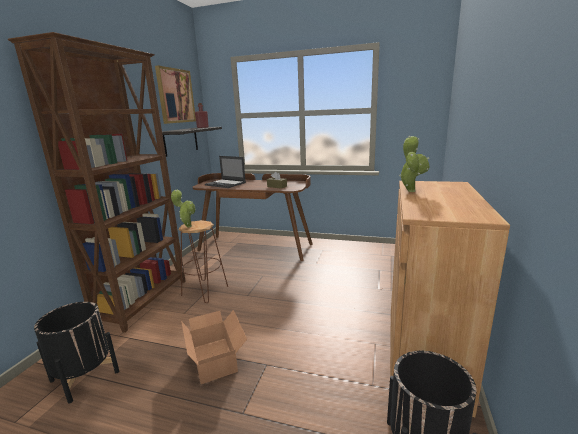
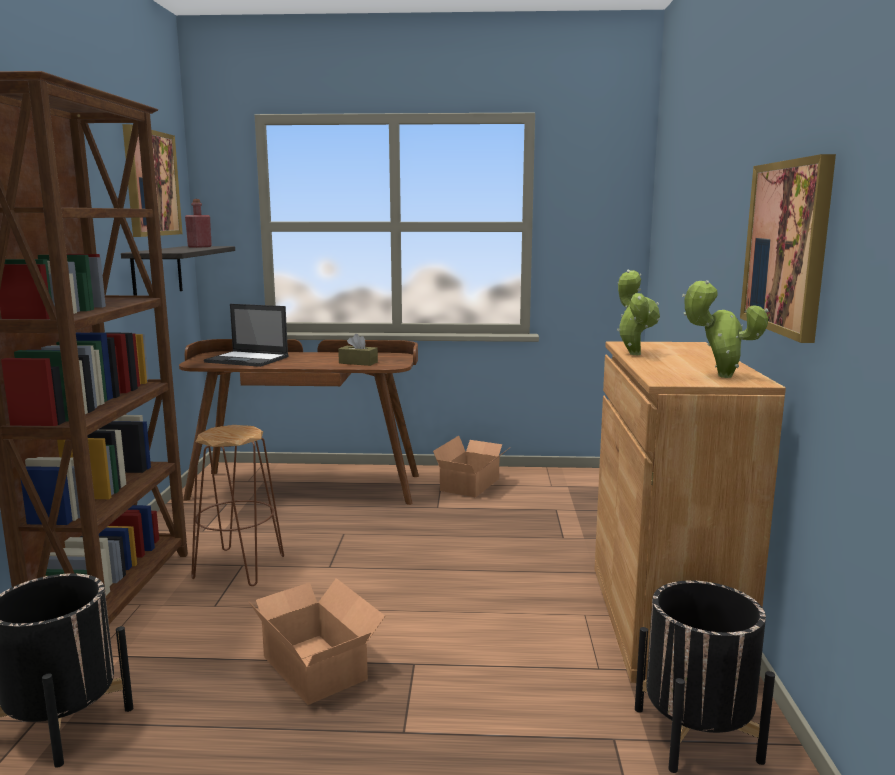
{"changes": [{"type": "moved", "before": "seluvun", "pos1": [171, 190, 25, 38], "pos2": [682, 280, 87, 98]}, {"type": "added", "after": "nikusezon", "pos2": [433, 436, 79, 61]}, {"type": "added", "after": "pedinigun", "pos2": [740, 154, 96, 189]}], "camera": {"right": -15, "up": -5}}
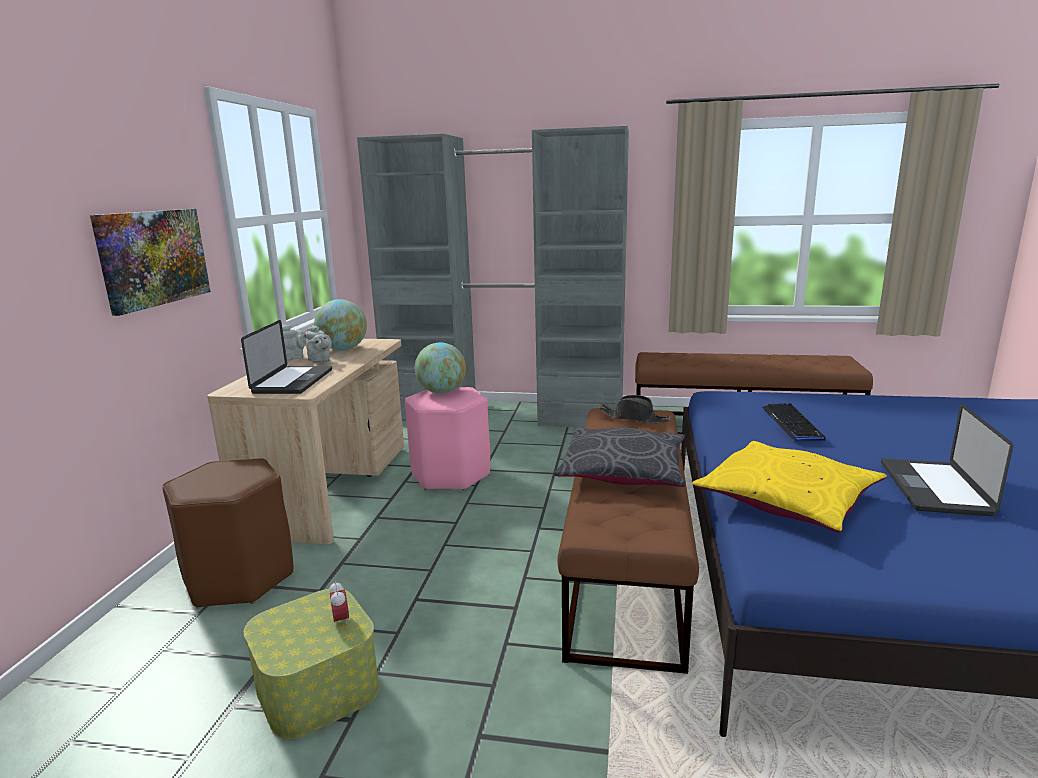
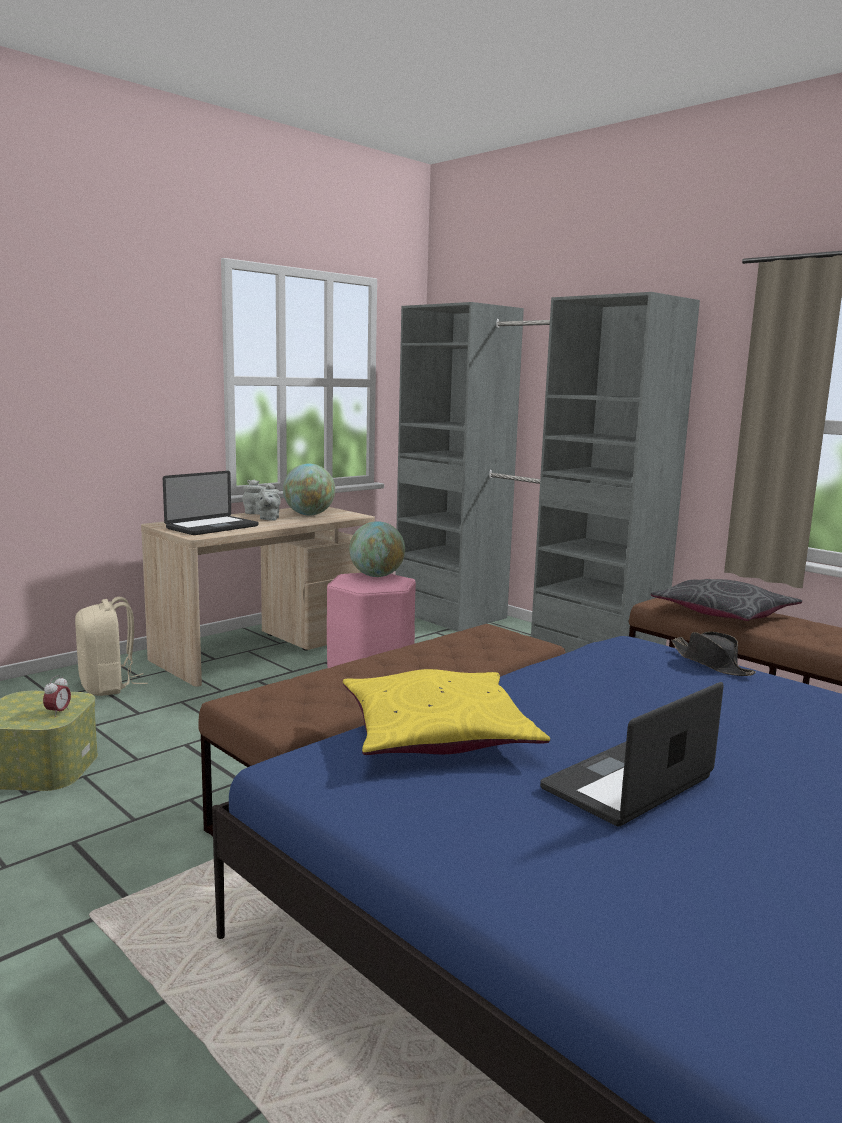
{"changes": [{"type": "removed", "before": "pedinigun", "pos1": [90, 209, 121, 107]}, {"type": "replaced", "before": "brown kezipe", "after": "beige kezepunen", "pos1": [163, 458, 131, 151], "pos2": [75, 597, 73, 99]}, {"type": "moved", "before": "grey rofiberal", "pos1": [554, 427, 132, 60], "pos2": [651, 579, 151, 42]}, {"type": "moved", "before": "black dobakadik", "pos1": [599, 395, 72, 28], "pos2": [671, 631, 85, 45]}, {"type": "removed", "before": "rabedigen", "pos1": [762, 403, 64, 38]}], "camera": {"right": 35, "up": -5}}
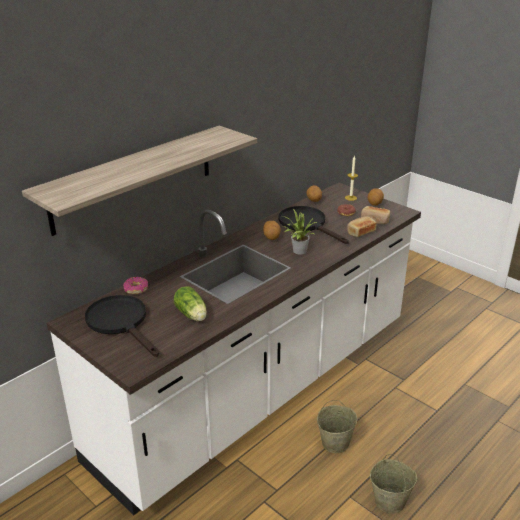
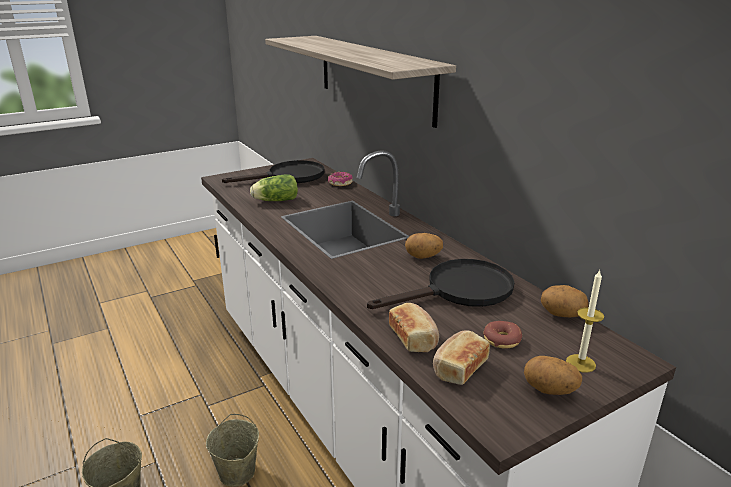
{"changes": [{"type": "removed", "before": "seluvun", "pos1": [282, 209, 35, 46]}], "camera": {"right": 105, "up": -5}}
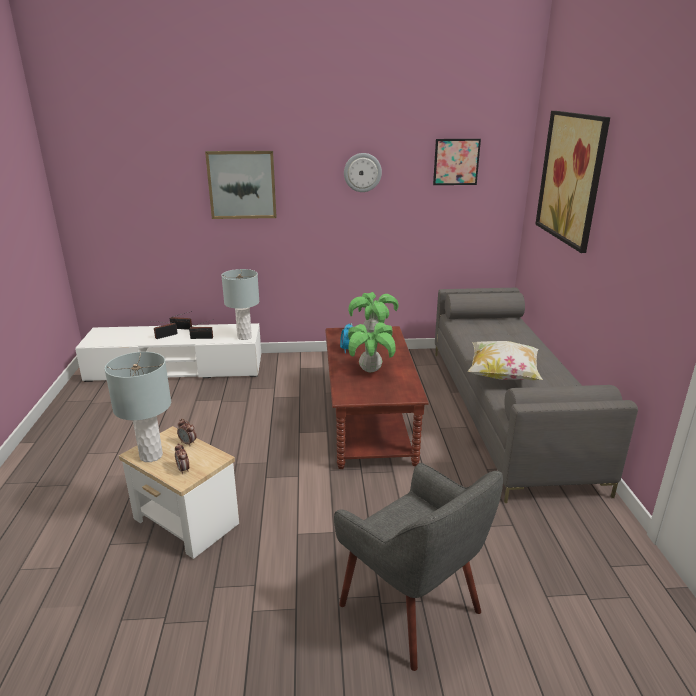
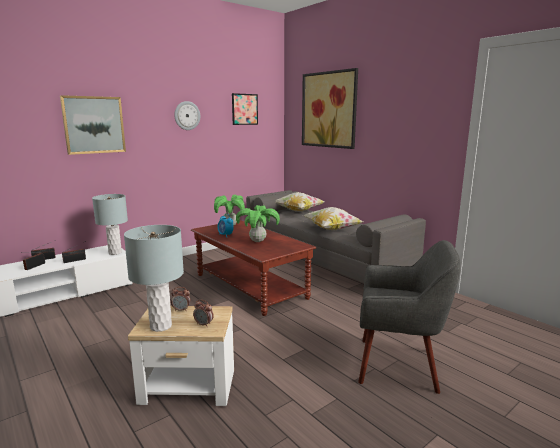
{"changes": [{"type": "added", "after": "rofiberal", "pos2": [276, 192, 48, 20]}], "camera": {"right": -35, "up": -10}}
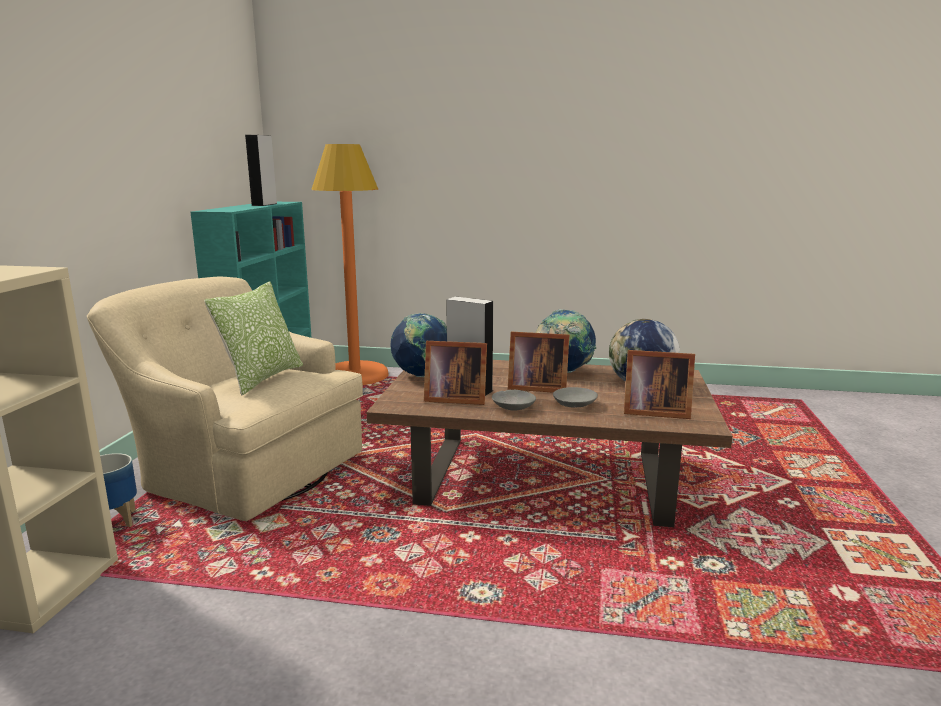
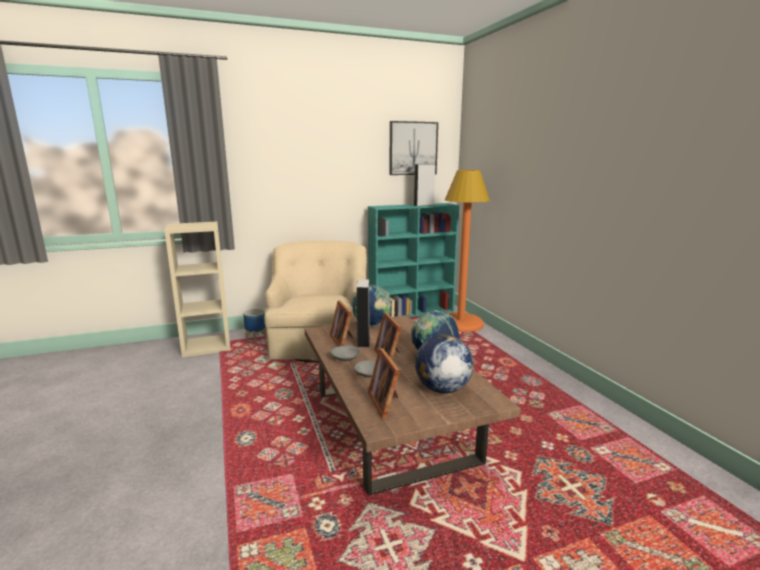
{"changes": [{"type": "removed", "before": "rofiberal", "pos1": [204, 282, 99, 113]}, {"type": "added", "after": "pedinigun", "pos2": [389, 121, 49, 54]}], "camera": {"right": 60, "up": 0}}
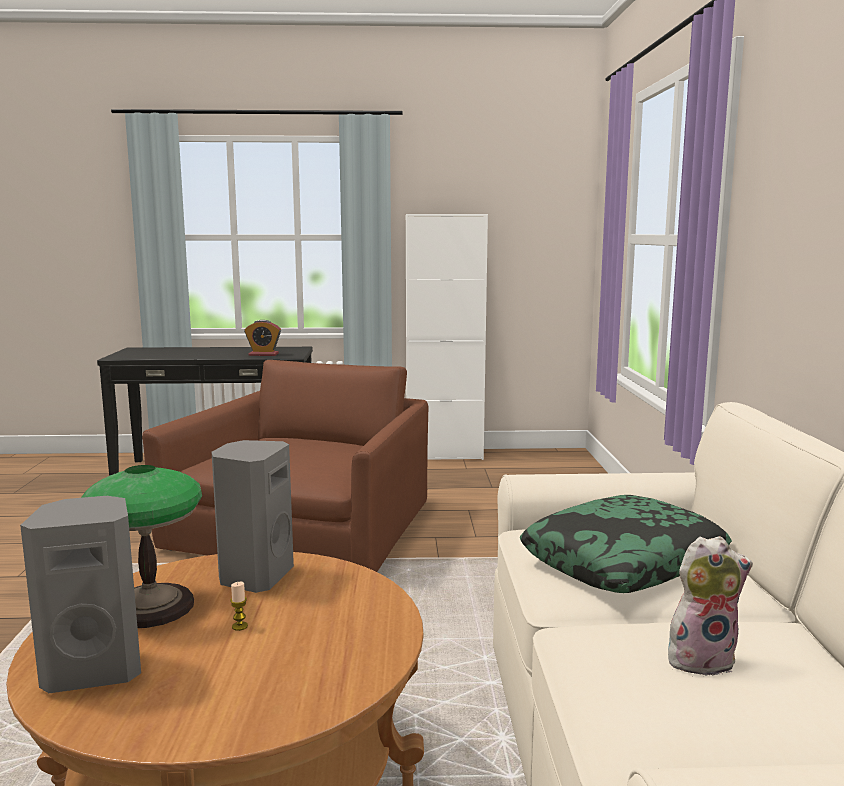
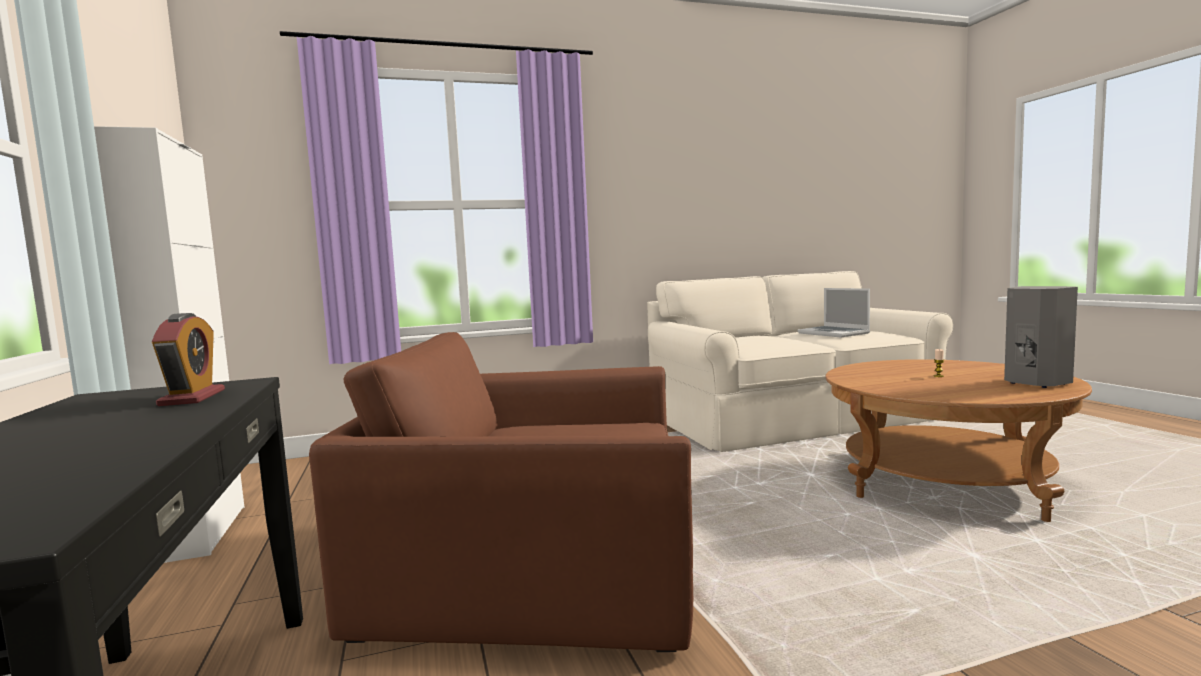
{"changes": [{"type": "removed", "before": "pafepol", "pos1": [81, 465, 121, 163]}, {"type": "removed", "before": "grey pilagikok", "pos1": [212, 440, 82, 153]}, {"type": "removed", "before": "rofiberal", "pos1": [520, 495, 212, 98]}, {"type": "replaced", "before": "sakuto", "after": "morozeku", "pos1": [668, 536, 85, 141], "pos2": [797, 288, 73, 49]}], "camera": {"right": -105, "up": -5}}
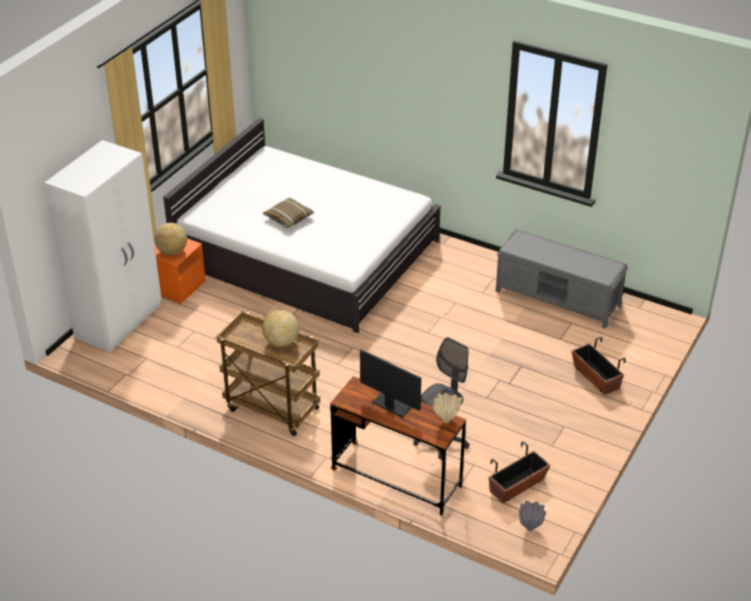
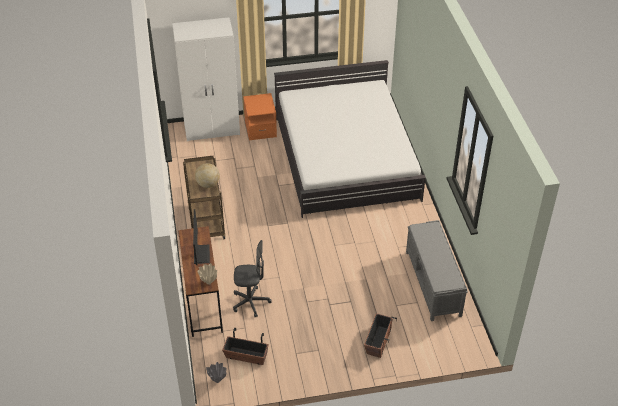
{"changes": [{"type": "removed", "before": "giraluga", "pos1": [154, 223, 33, 32]}, {"type": "removed", "before": "rofiberal", "pos1": [263, 198, 51, 30]}], "camera": {"right": 50, "up": 5}}
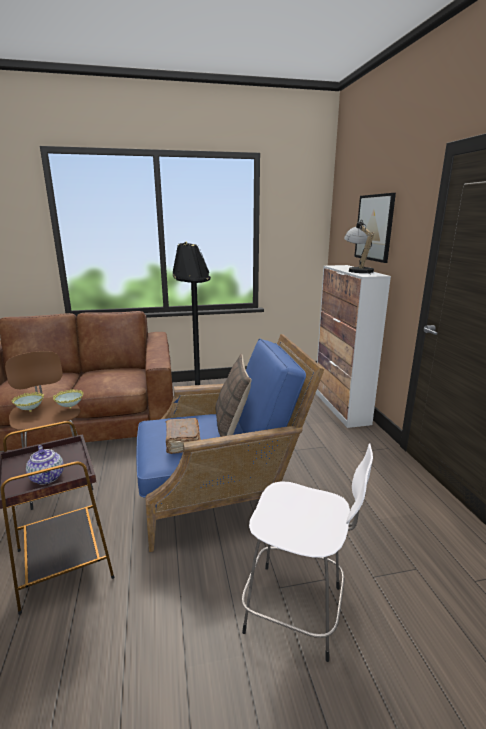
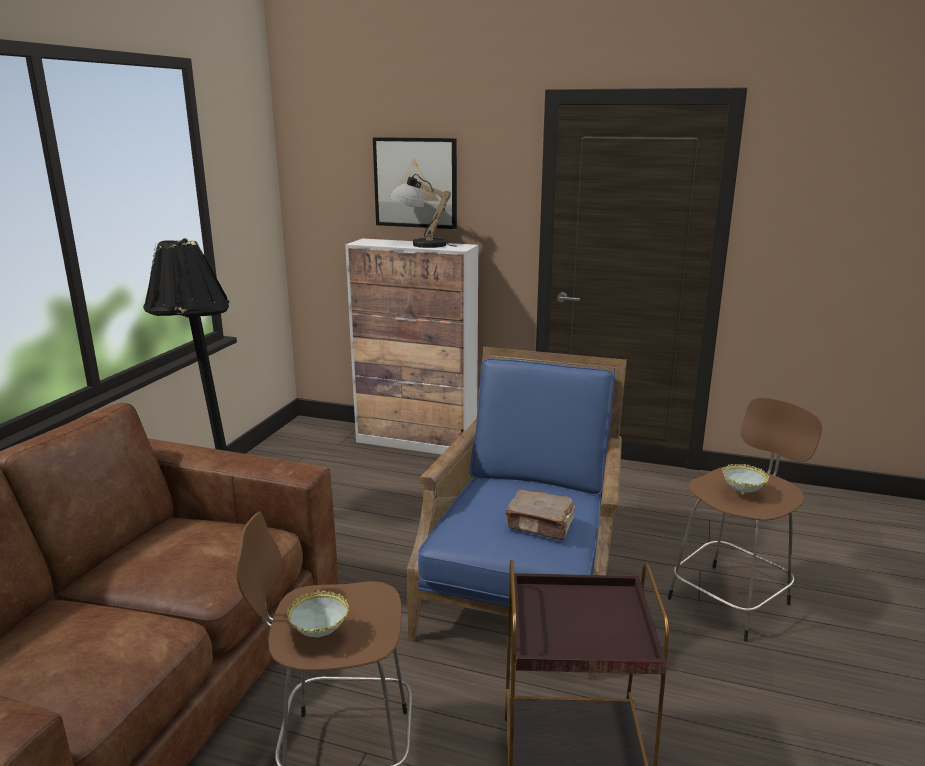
{"changes": [{"type": "removed", "before": "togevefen", "pos1": [26, 445, 38, 40]}, {"type": "moved", "before": "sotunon", "pos1": [53, 389, 30, 20], "pos2": [722, 464, 47, 31]}, {"type": "removed", "before": "rofiberal", "pos1": [216, 354, 35, 83]}, {"type": "recoloured", "before": "white kezipe", "after": "brown kezipe", "pos1": [242, 443, 131, 219], "pos2": [668, 398, 154, 244]}], "camera": {"right": -60, "up": 0}}
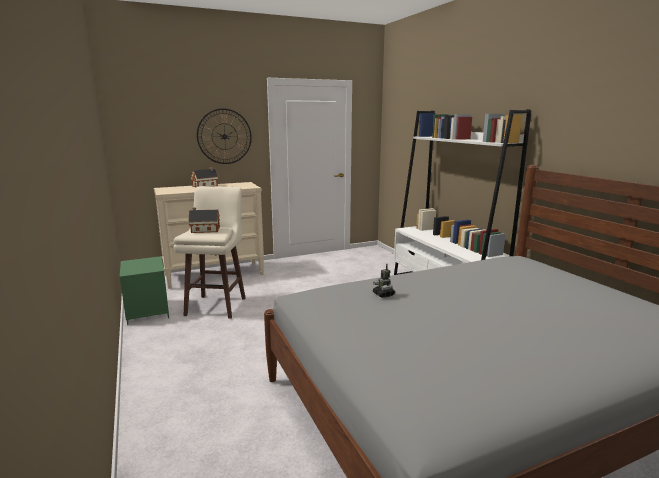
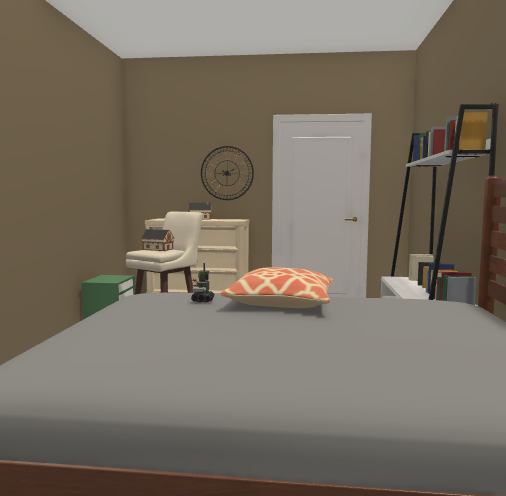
{"changes": [{"type": "added", "after": "rofiberal", "pos2": [220, 267, 113, 41]}], "camera": {"right": 30, "up": -10}}
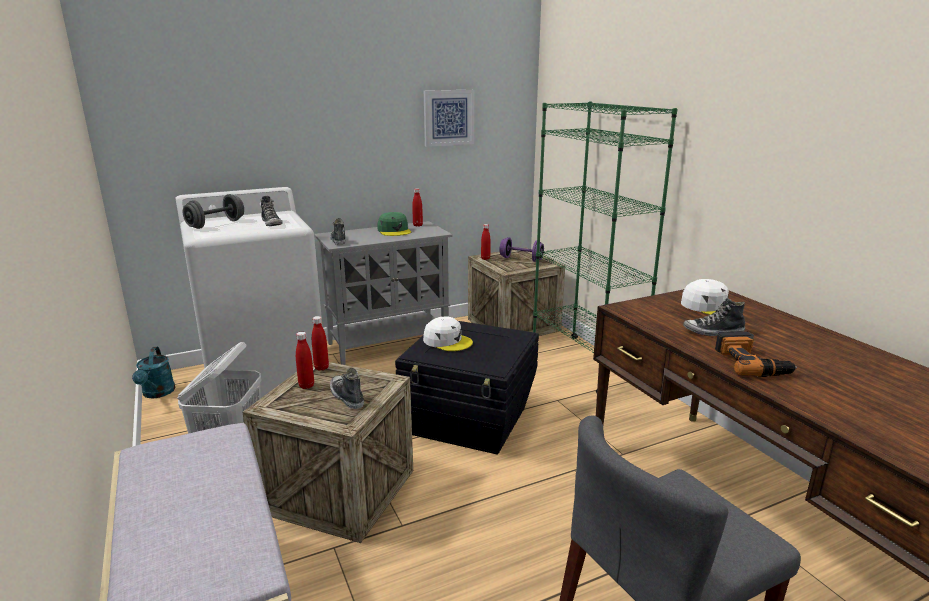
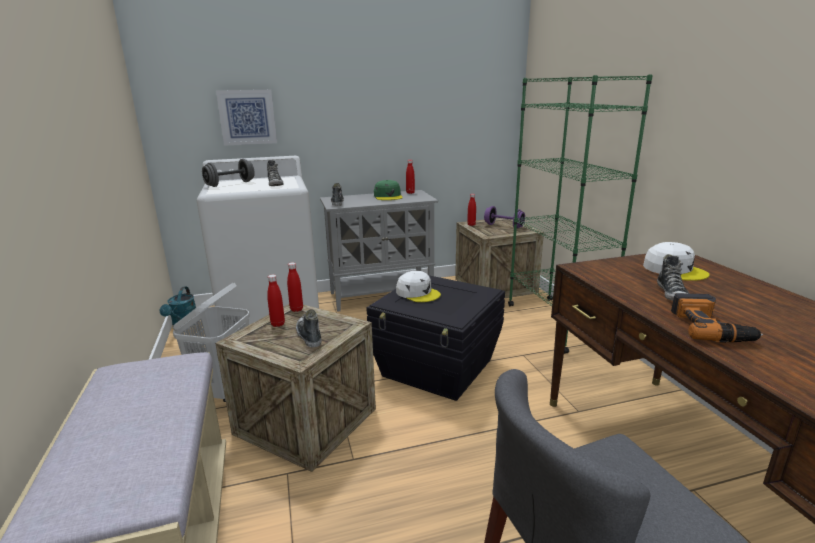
{"changes": [{"type": "moved", "before": "pedinigun", "pos1": [424, 90, 50, 57], "pos2": [216, 90, 61, 56]}, {"type": "turned", "before": "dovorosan", "pos1": [683, 297, 62, 39], "pos2": [657, 254, 33, 47], "turn": -90}], "camera": {"right": 10, "up": 0}}
